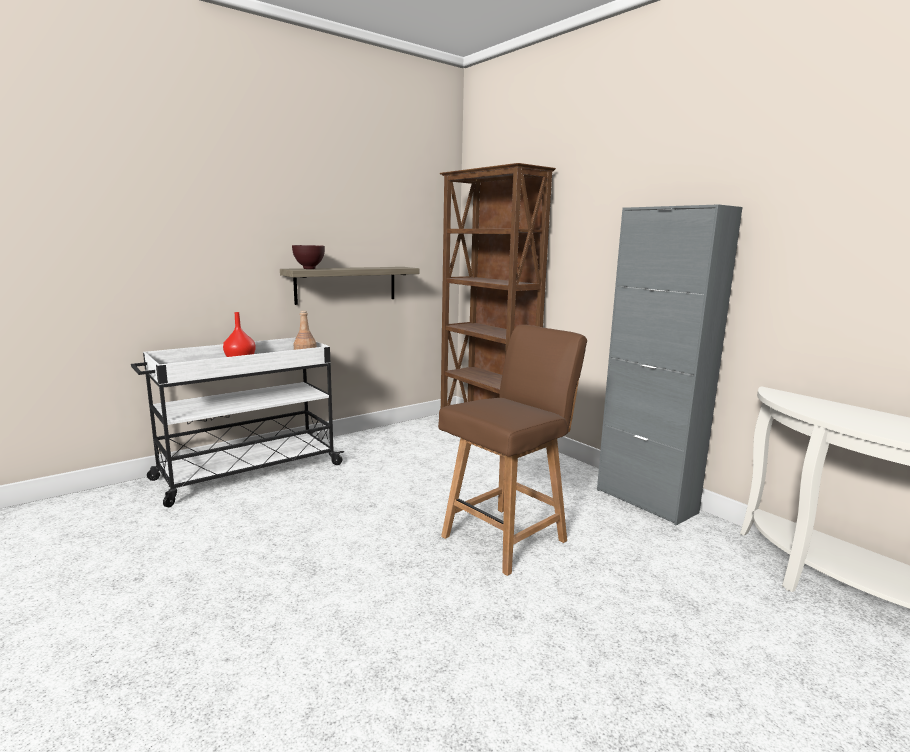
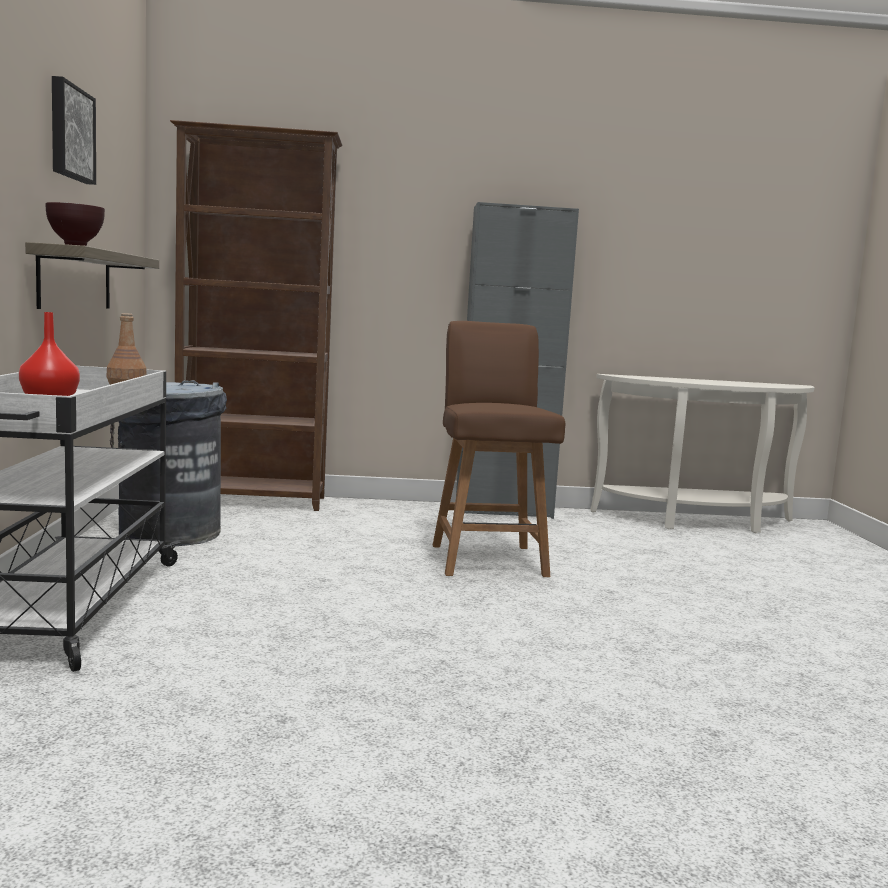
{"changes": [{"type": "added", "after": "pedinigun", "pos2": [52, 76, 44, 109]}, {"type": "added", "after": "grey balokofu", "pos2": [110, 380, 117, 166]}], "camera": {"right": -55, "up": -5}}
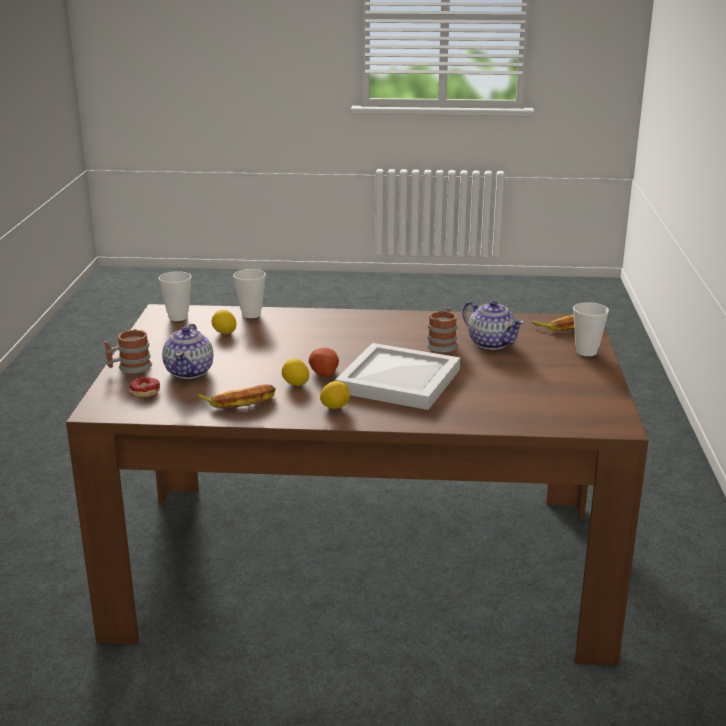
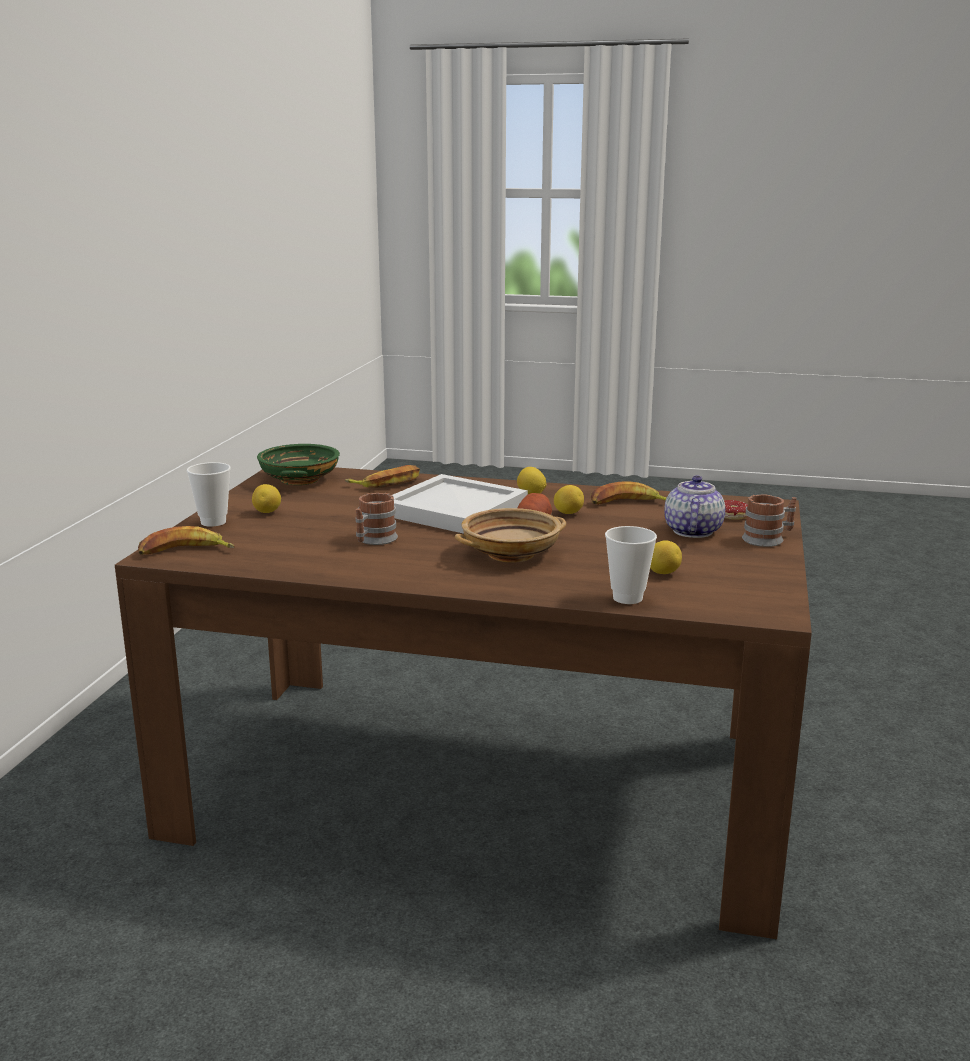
{"changes": [{"type": "removed", "before": "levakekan", "pos1": [159, 271, 32, 50]}, {"type": "removed", "before": "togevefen", "pos1": [463, 300, 61, 50]}, {"type": "added", "after": "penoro", "pos2": [252, 484, 29, 29]}, {"type": "added", "after": "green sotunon", "pos2": [257, 444, 83, 41]}, {"type": "added", "after": "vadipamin", "pos2": [345, 465, 75, 23]}, {"type": "added", "after": "beige sotunon", "pos2": [455, 508, 111, 55]}], "camera": {"right": -170, "up": -5}}
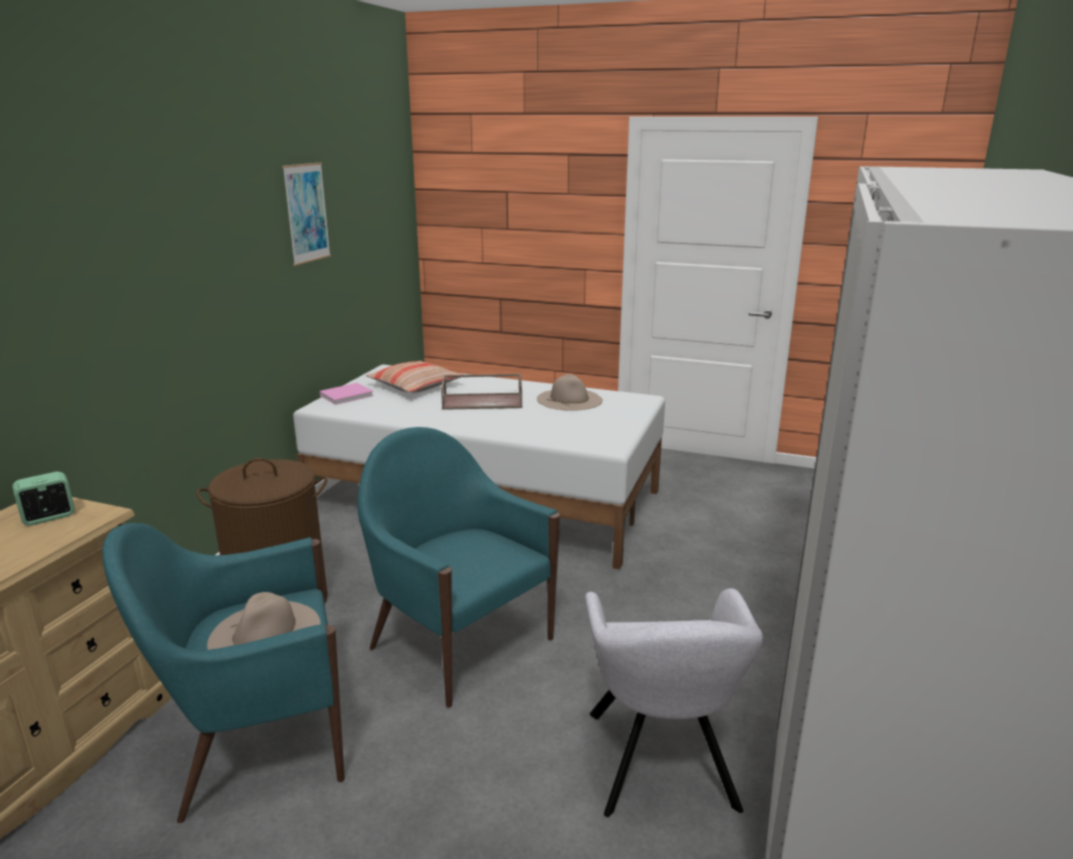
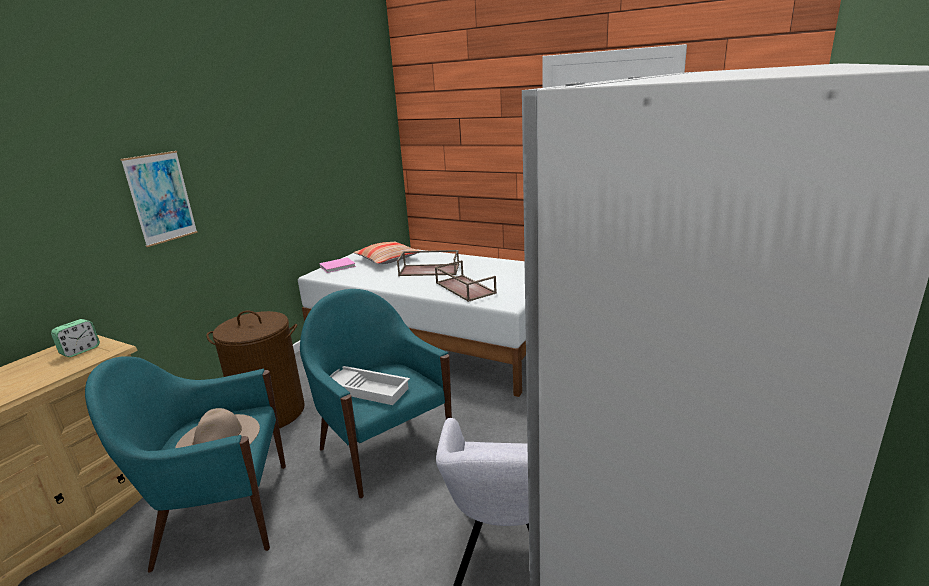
{"changes": [{"type": "turned", "before": "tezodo", "pos1": [13, 471, 62, 55], "pos2": [51, 319, 49, 38], "turn": 150}, {"type": "moved", "before": "pedinigun", "pos1": [282, 163, 49, 103], "pos2": [120, 151, 78, 96]}, {"type": "removed", "before": "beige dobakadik", "pos1": [537, 374, 66, 37]}, {"type": "added", "after": "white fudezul", "pos2": [330, 366, 80, 39]}, {"type": "added", "after": "brown fudezul", "pos2": [435, 260, 62, 42]}], "camera": {"right": 10, "up": 0}}
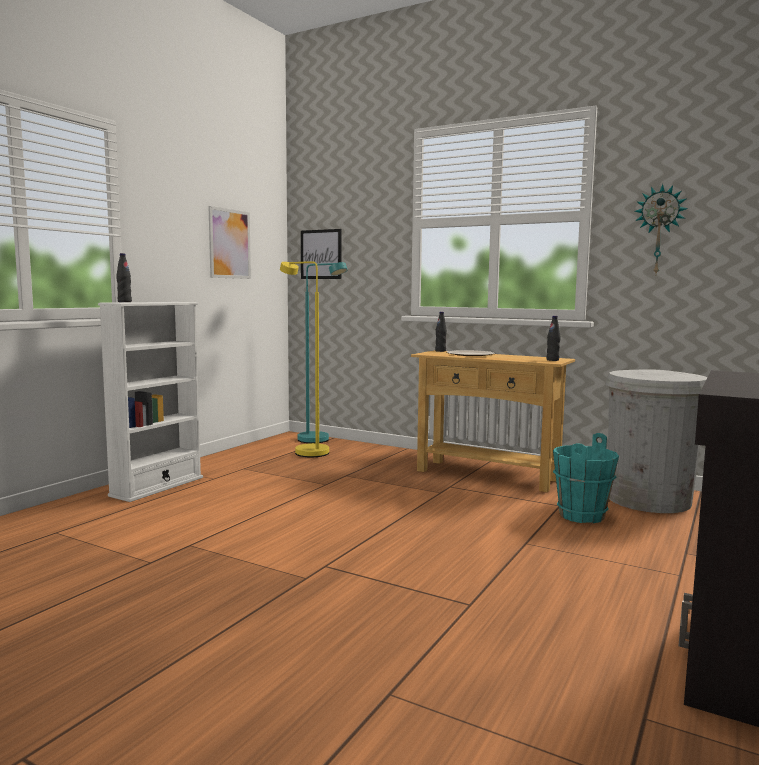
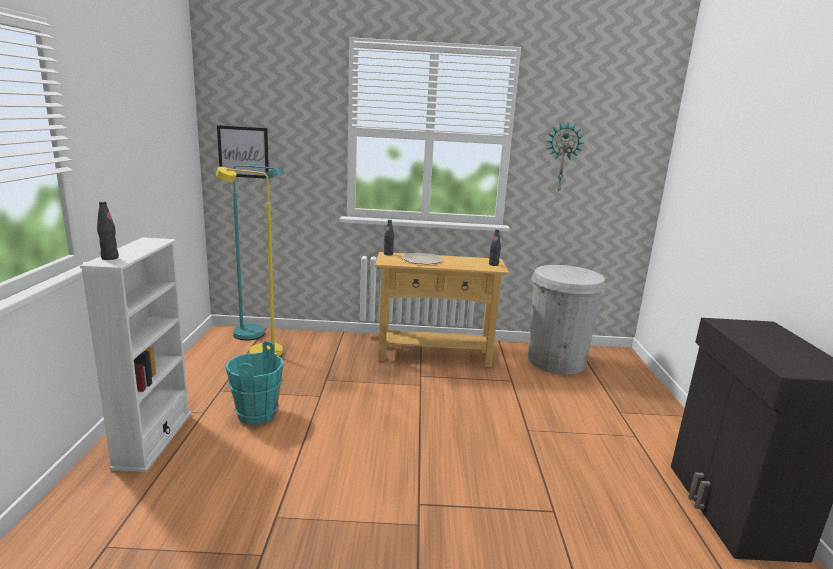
{"changes": [{"type": "removed", "before": "pedinigun", "pos1": [208, 206, 43, 73]}, {"type": "moved", "before": "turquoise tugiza", "pos1": [553, 433, 66, 90], "pos2": [225, 341, 58, 84]}], "camera": {"right": -30, "up": 10}}
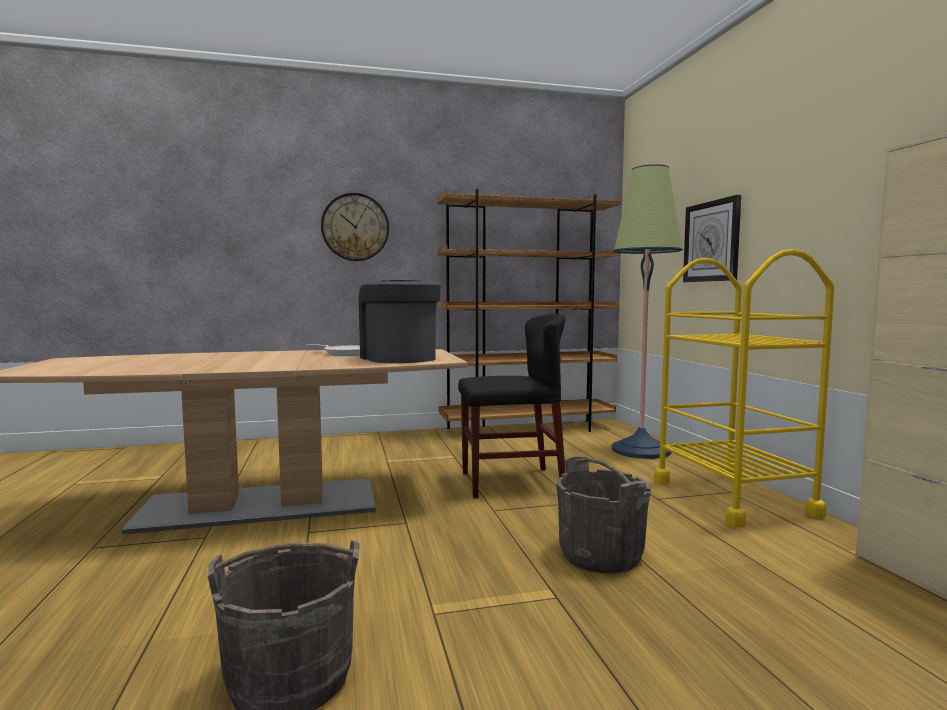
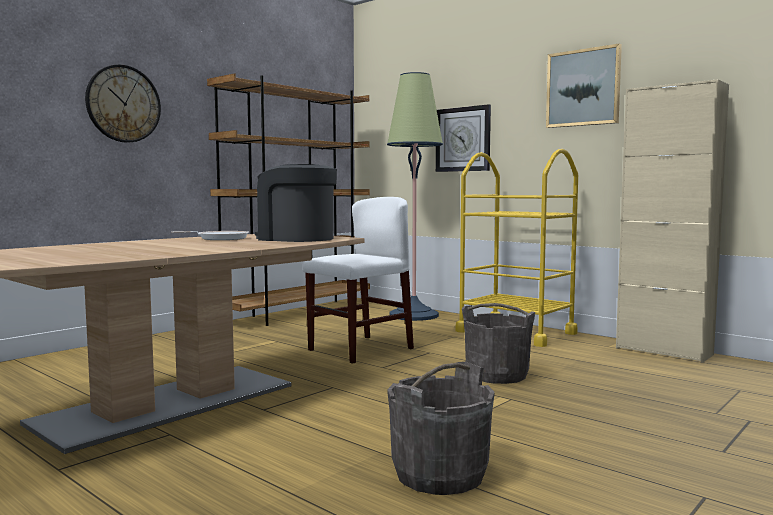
{"changes": [{"type": "recoloured", "before": "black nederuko", "after": "white nederuko", "pos1": [458, 314, 107, 184], "pos2": [303, 197, 111, 167]}, {"type": "added", "after": "pedinigun", "pos2": [546, 44, 76, 84]}], "camera": {"right": -35, "up": 0}}
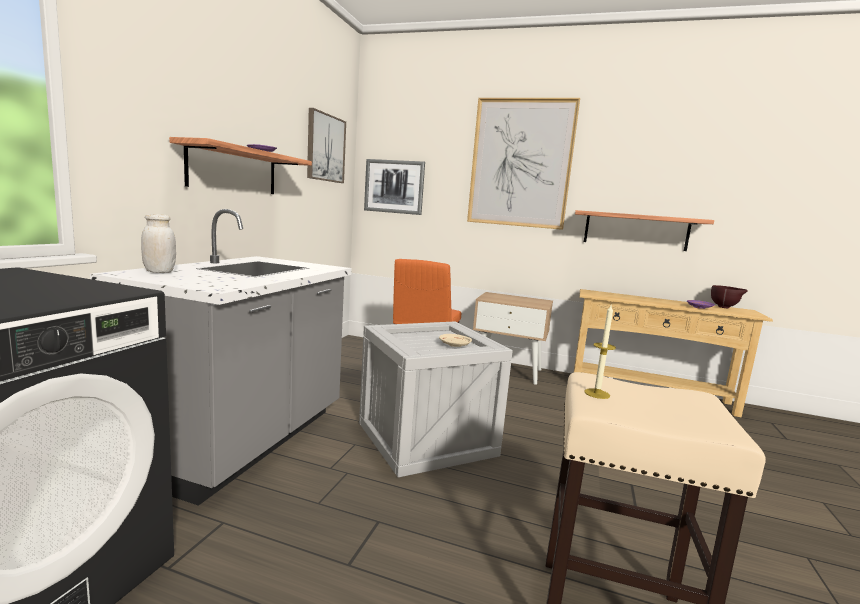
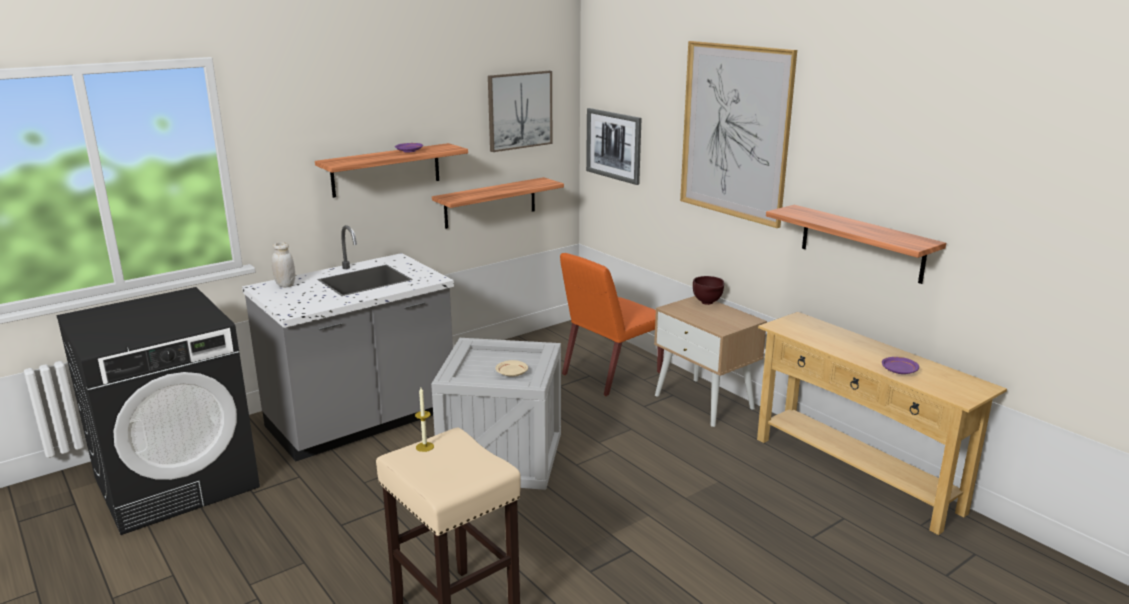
{"changes": [{"type": "moved", "before": "brown sotunon", "pos1": [711, 285, 37, 23], "pos2": [693, 276, 31, 29]}, {"type": "added", "after": "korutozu", "pos2": [432, 177, 132, 52]}], "camera": {"right": 35, "up": 10}}
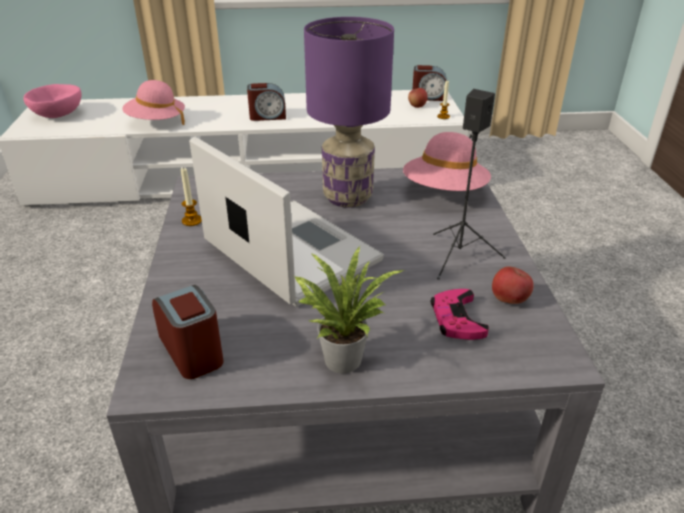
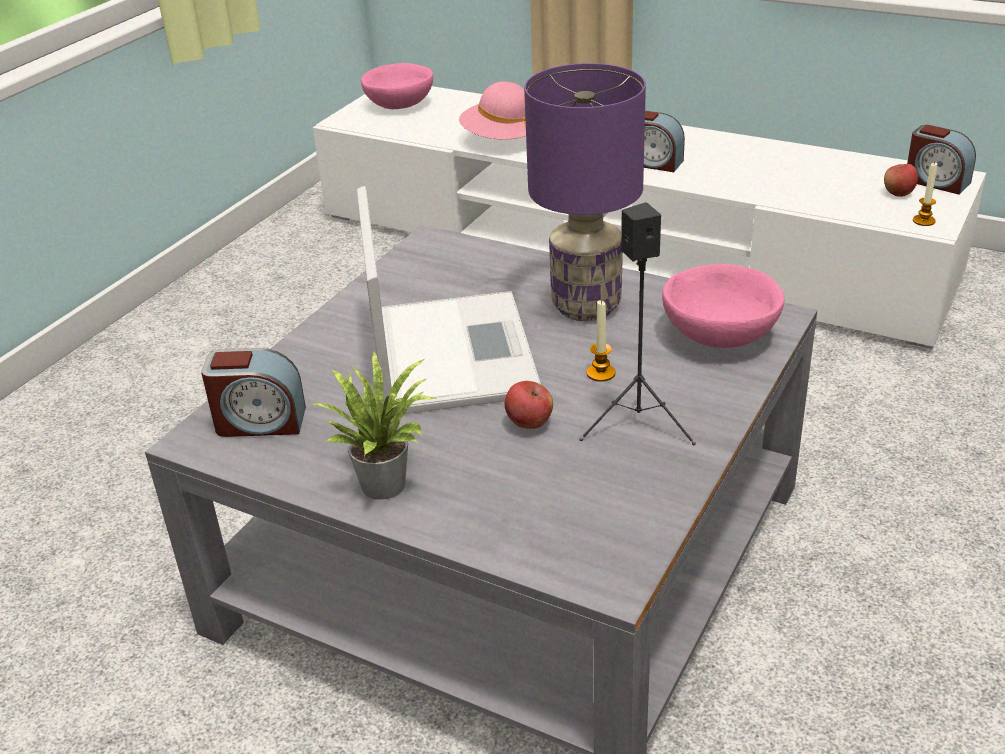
{"changes": [{"type": "turned", "before": "tezodo", "pos1": [152, 285, 72, 94], "pos2": [201, 348, 105, 89], "turn": 90}, {"type": "moved", "before": "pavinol", "pos1": [181, 167, 21, 59], "pos2": [587, 300, 29, 82]}, {"type": "replaced", "before": "pink dobakadik", "after": "pink sotunon", "pos1": [403, 132, 88, 59], "pos2": [662, 264, 122, 84]}, {"type": "removed", "before": "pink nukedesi", "pos1": [431, 289, 58, 51]}, {"type": "moved", "before": "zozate", "pos1": [492, 266, 42, 38], "pos2": [505, 381, 48, 48]}], "camera": {"right": 35, "up": 0}}
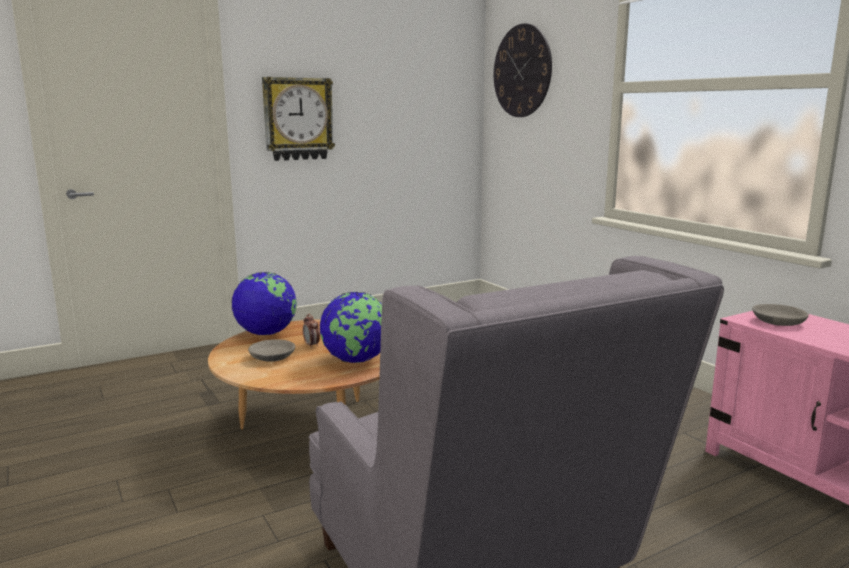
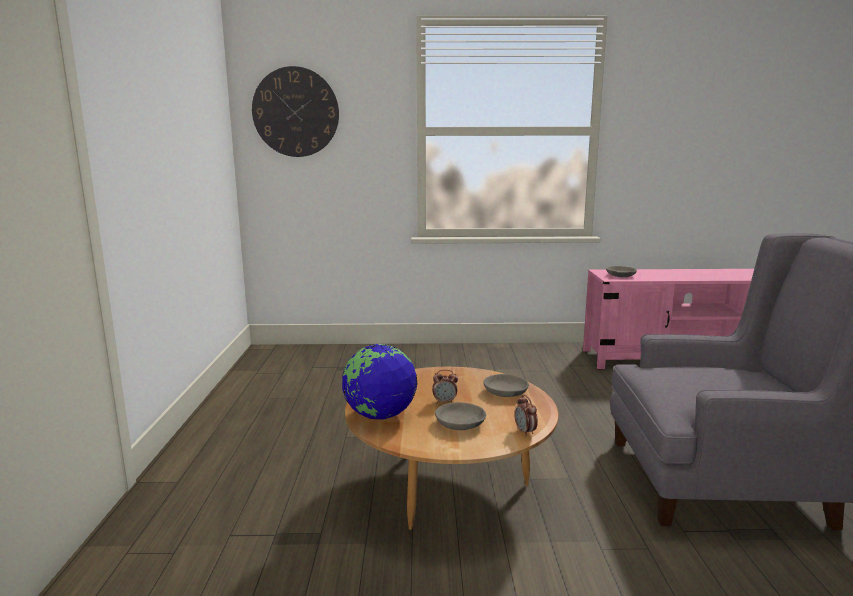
{"changes": [{"type": "removed", "before": "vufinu", "pos1": [262, 77, 73, 84]}, {"type": "replaced", "before": "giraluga", "after": "grey sotunon", "pos1": [320, 292, 62, 71], "pos2": [483, 374, 46, 23]}, {"type": "added", "after": "tezodo", "pos2": [514, 395, 24, 41]}], "camera": {"right": -60, "up": 0}}
